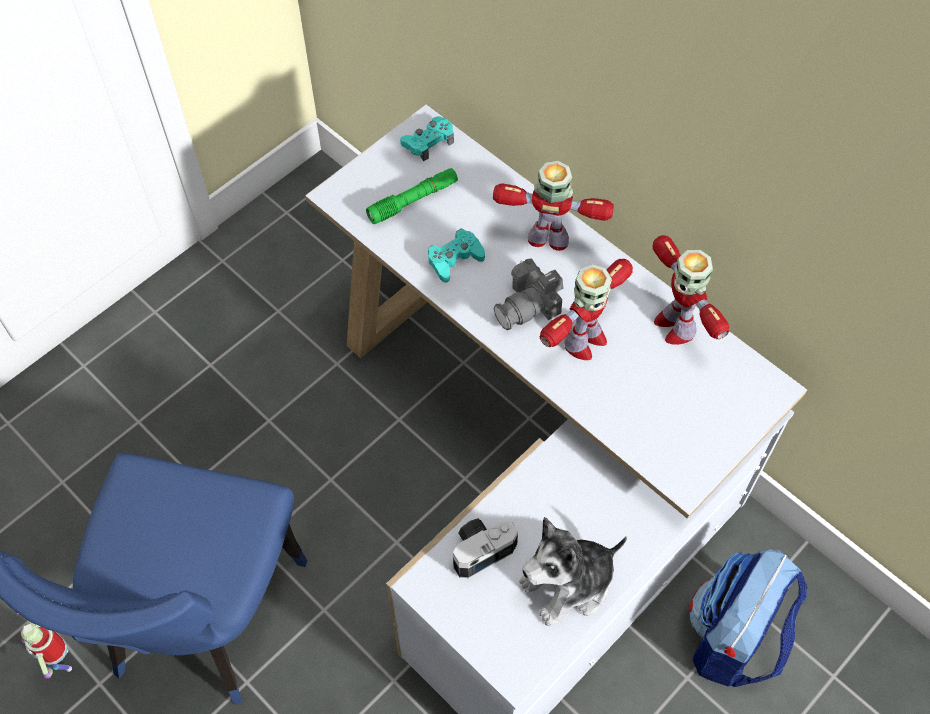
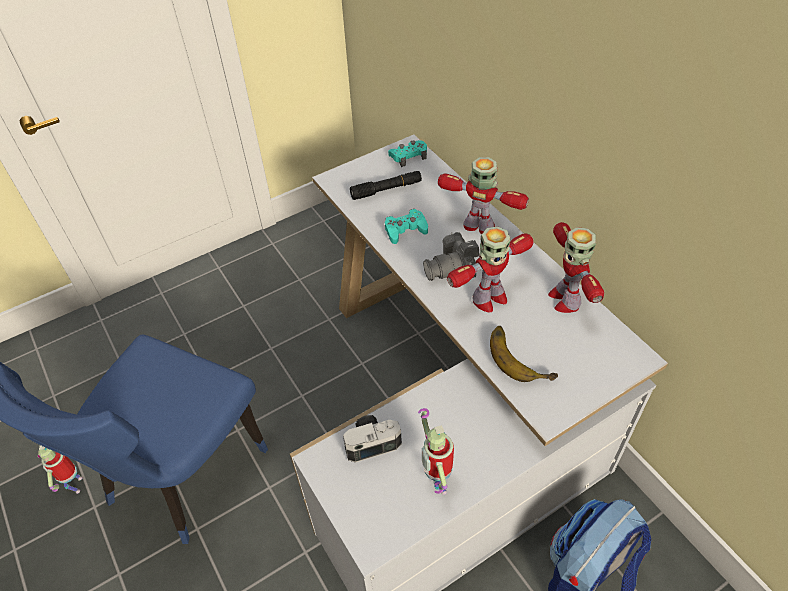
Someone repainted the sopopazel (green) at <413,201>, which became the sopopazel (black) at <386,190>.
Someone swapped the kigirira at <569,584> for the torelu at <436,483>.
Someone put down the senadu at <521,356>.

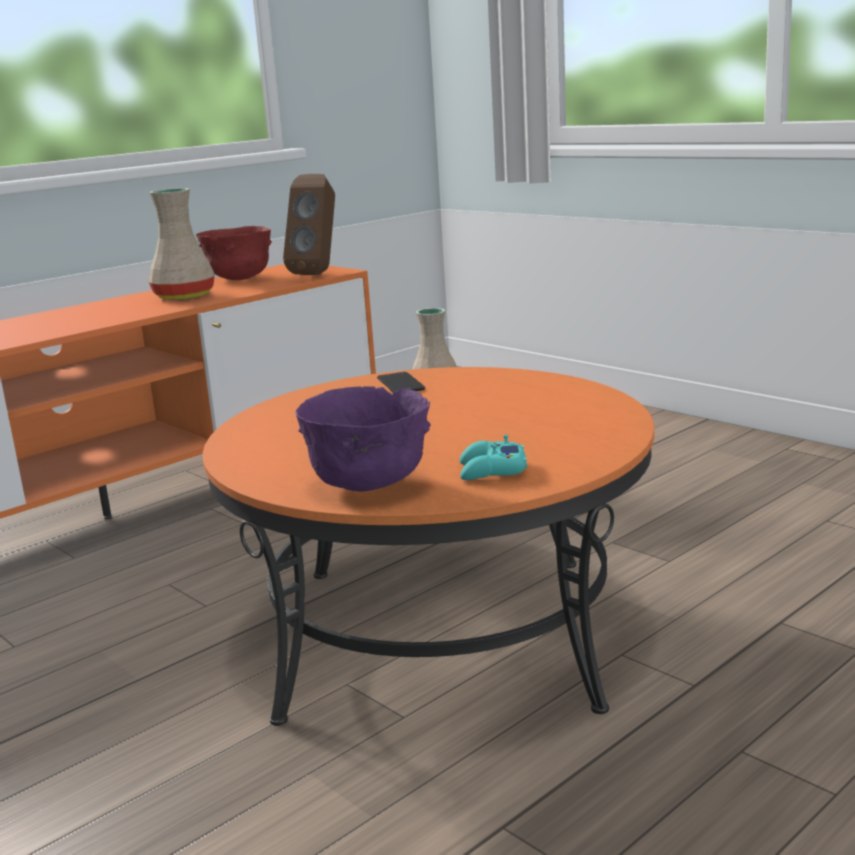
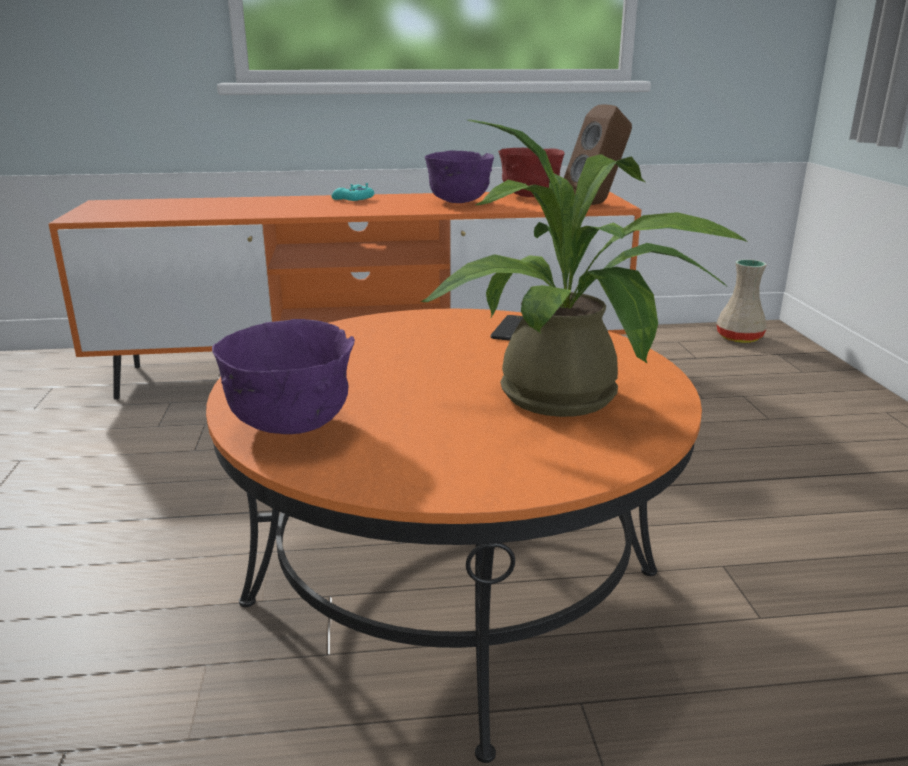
Someone swapped the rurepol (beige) at <182,296> for the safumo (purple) at <459,202>.
Someone carried the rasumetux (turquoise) from <491,470> to <353,199>.
Someone put down the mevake at <570,400>.

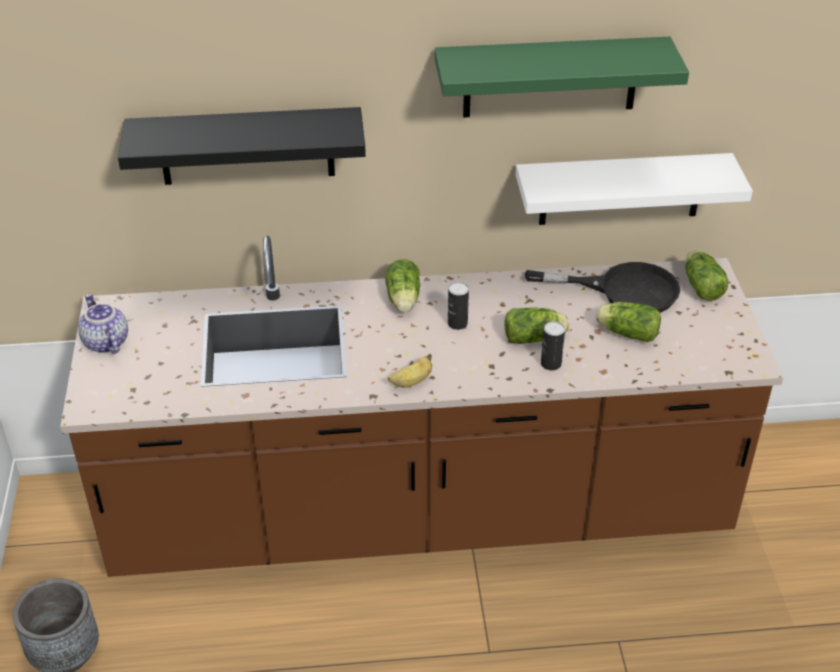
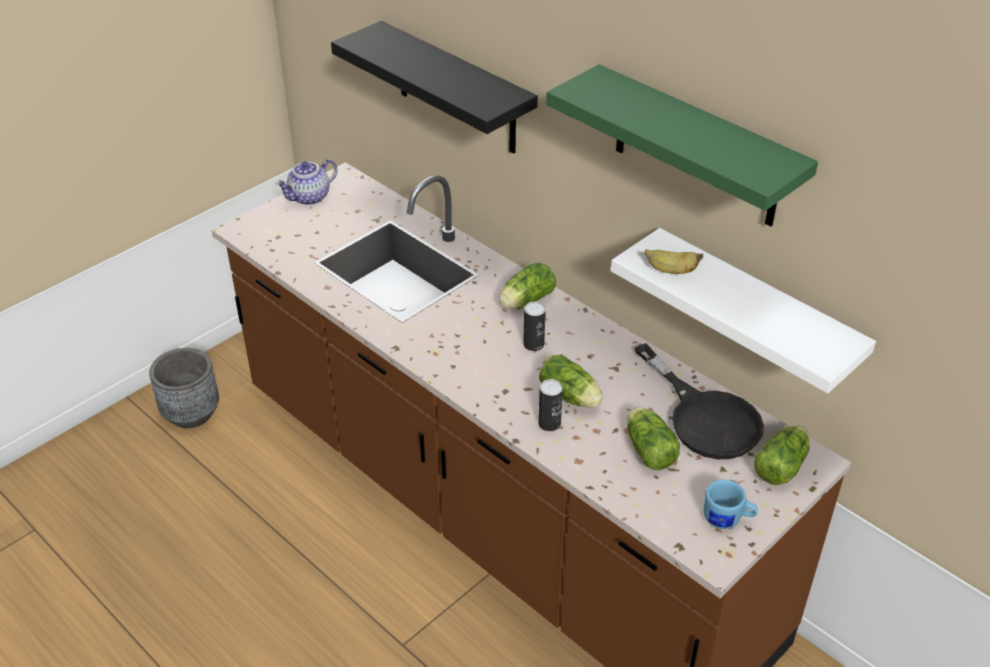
Someone rotated the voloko at <105,342> by 150 degrees counterclockwise.
Someone carried the senadu from <412,382> to <670,271>.
Someone put down the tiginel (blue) at <727,520>.

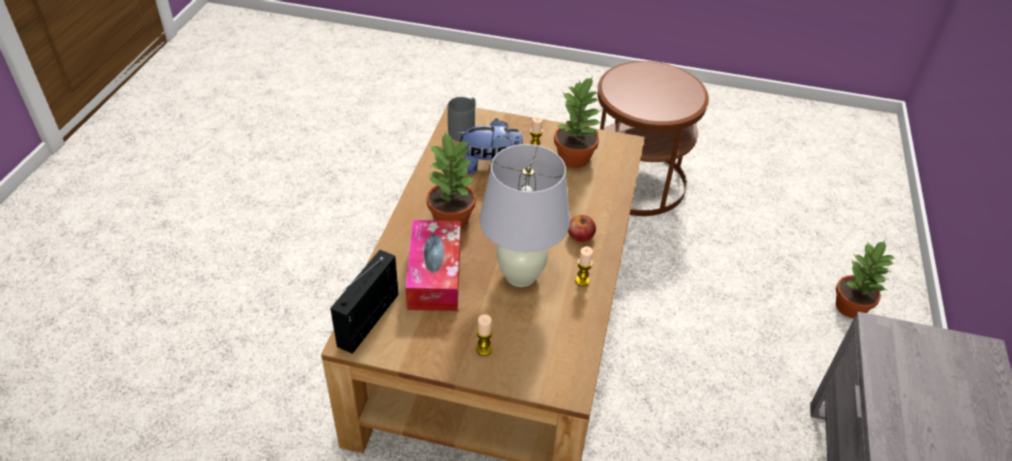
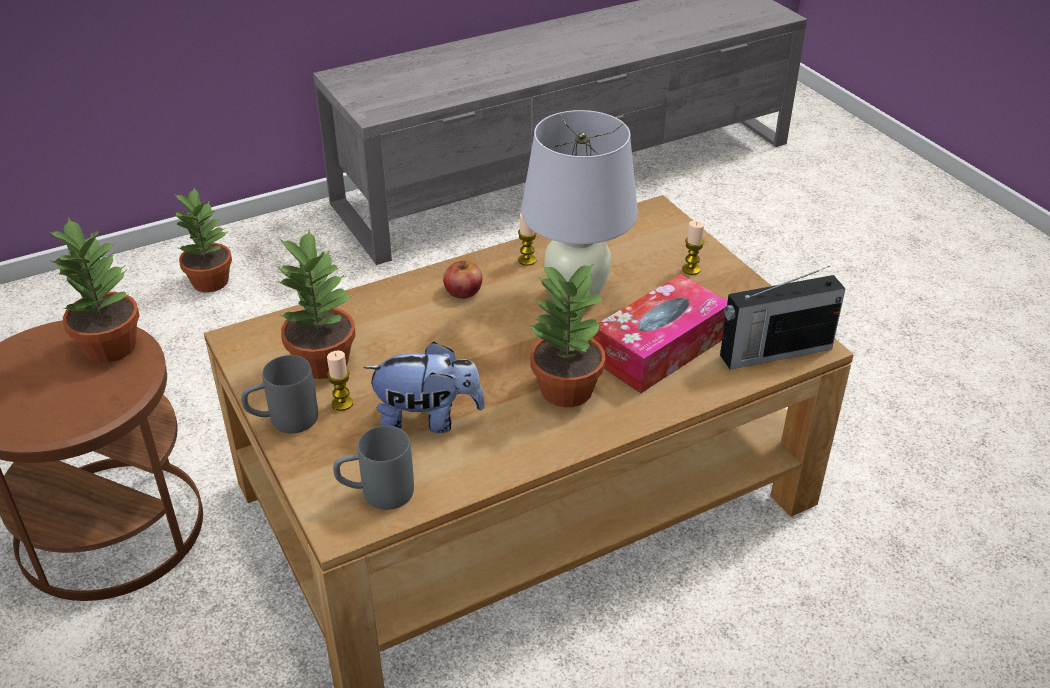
Someone rotated the kigirira at <490,165> by 135 degrees clockwise.
Someone put down the mevake at <109,346>.
Someone put down the tiginel (grey) at <283,421>.

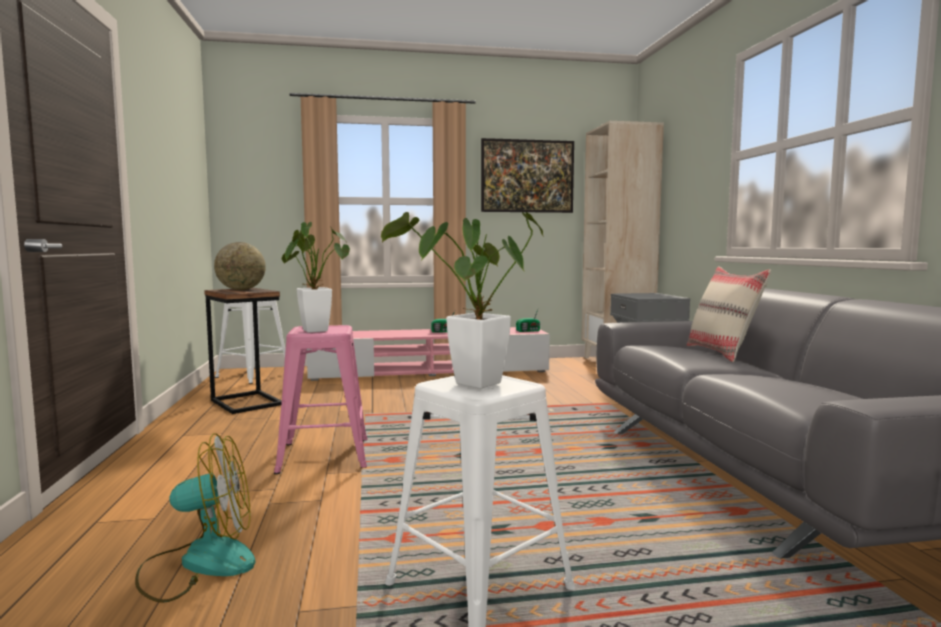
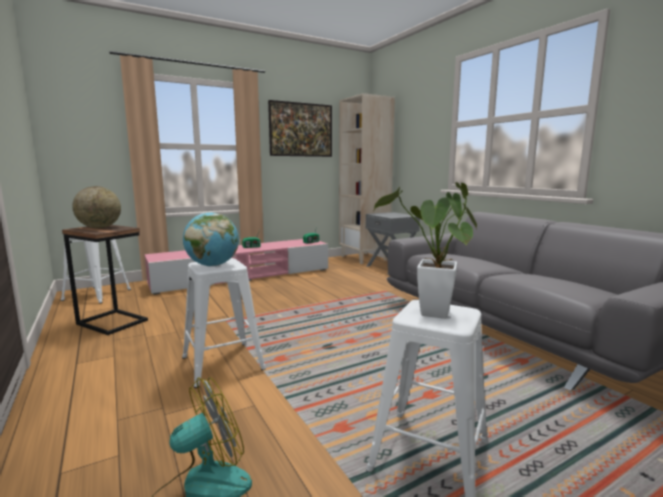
Someone swapped the mevake at <314,330> for the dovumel at <212,265>.
Someone took away the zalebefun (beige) at <722,353>.
Someone repainted the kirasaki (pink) at <325,455>, which became the kirasaki (white) at <224,363>.

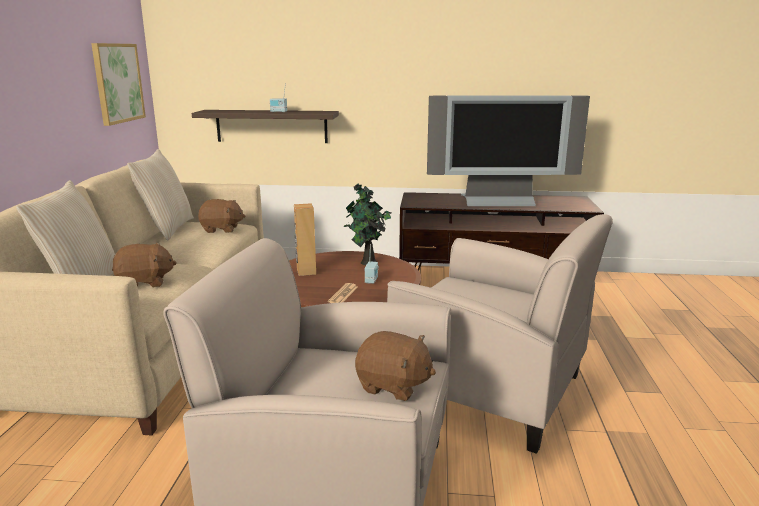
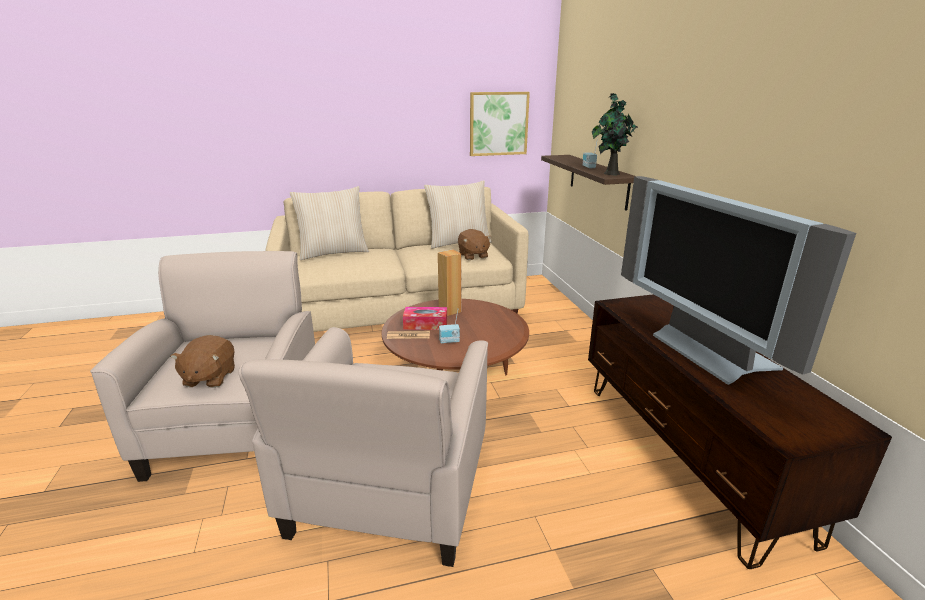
Someone carried the mevake from <367,263> to <610,173>.
Someone took away the kigirira (brown) at <145,283>.
Someone put down the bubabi at <425,324>.

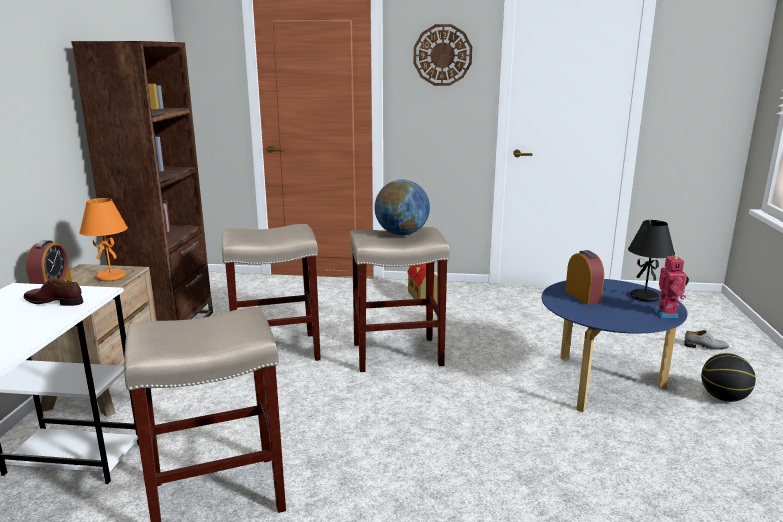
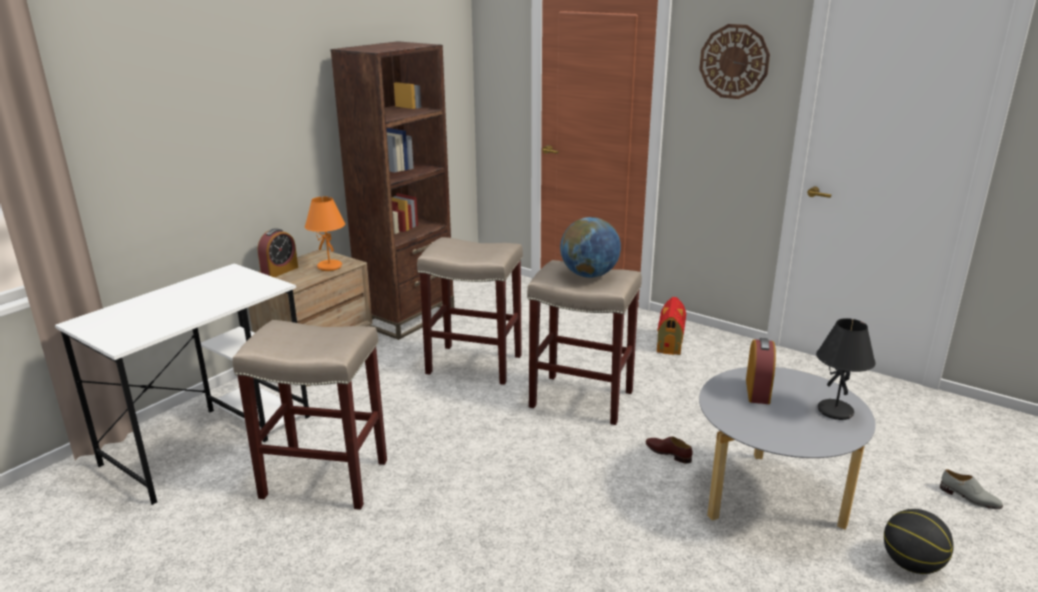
Someone took away the torelu at <668,314>.
Someone carried the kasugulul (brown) from <54,302> to <668,453>.
Someone repainted the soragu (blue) at <601,384>, which became the soragu (grey) at <770,498>.

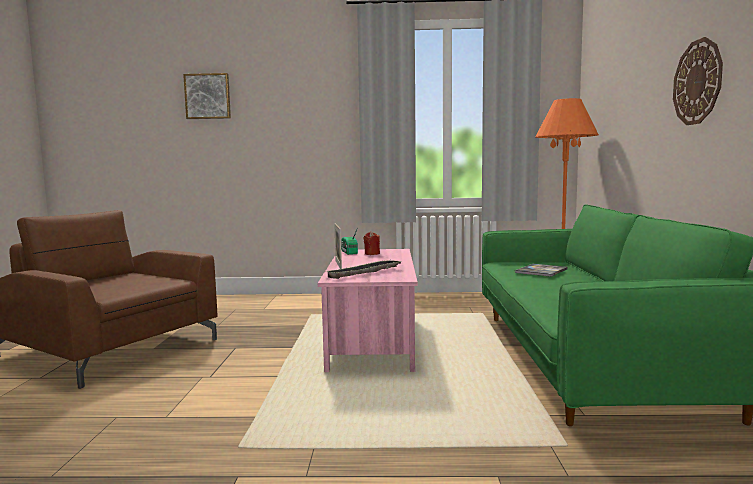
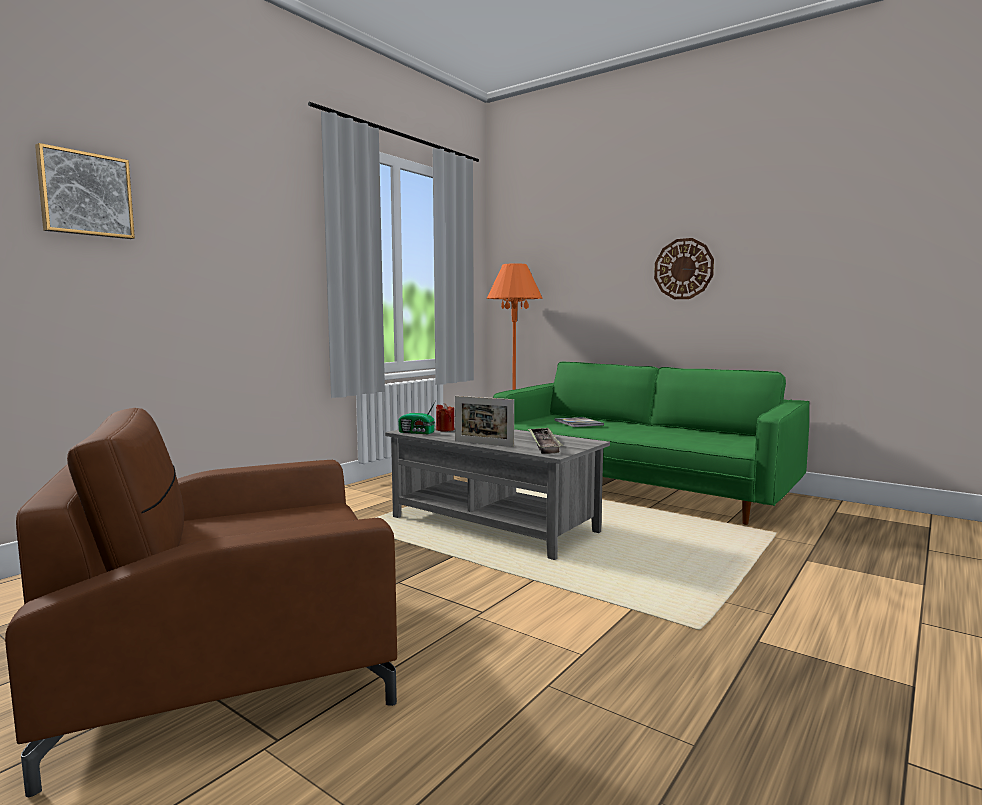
Someone repainted the soragu (pink) at <373,341>, which became the soragu (grey) at <493,525>.

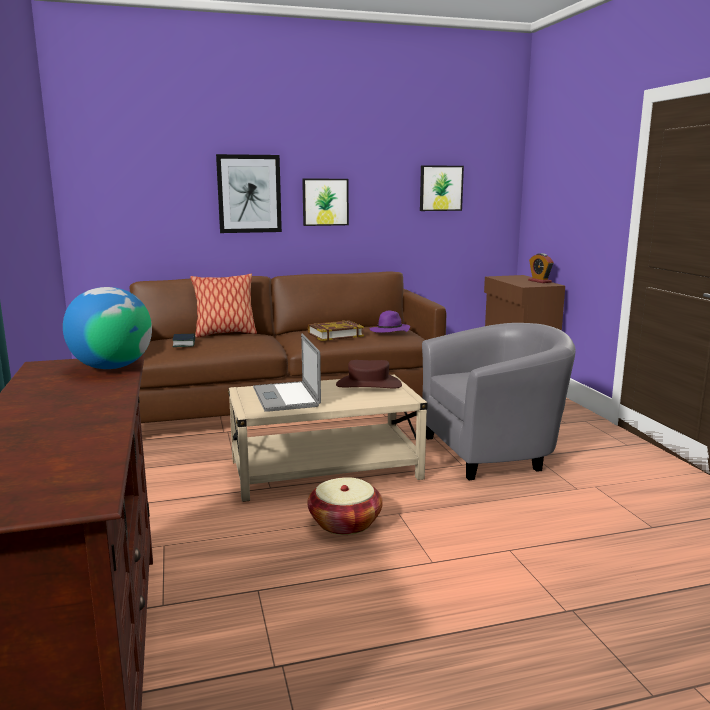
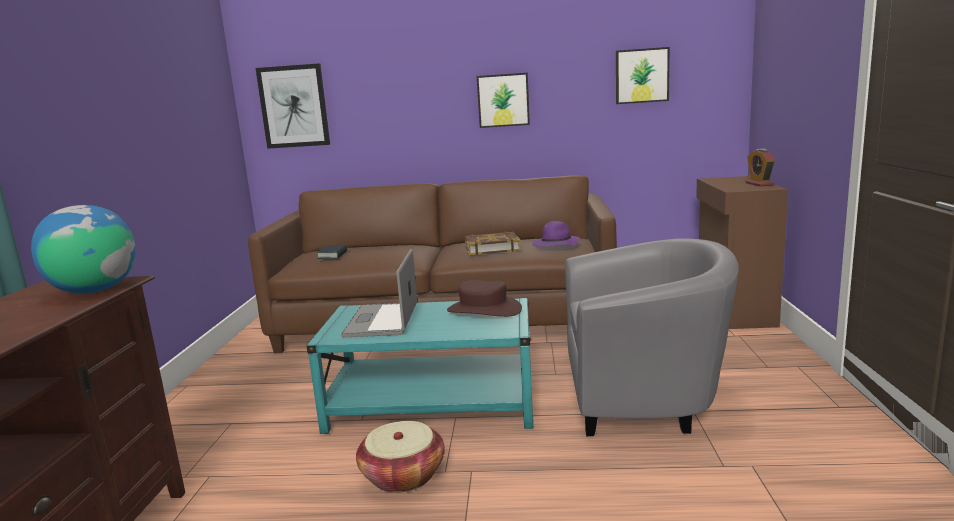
Someone carried the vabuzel from <249,194> to <294,106>.
Someone took away the zalebefun at <225,334>.
Someone repainted the soragu (beige) at <325,470>, which became the soragu (turquoise) at <433,404>.

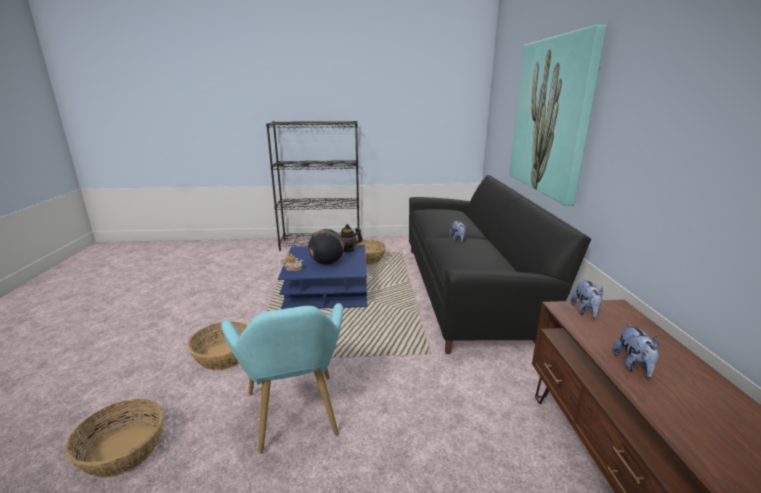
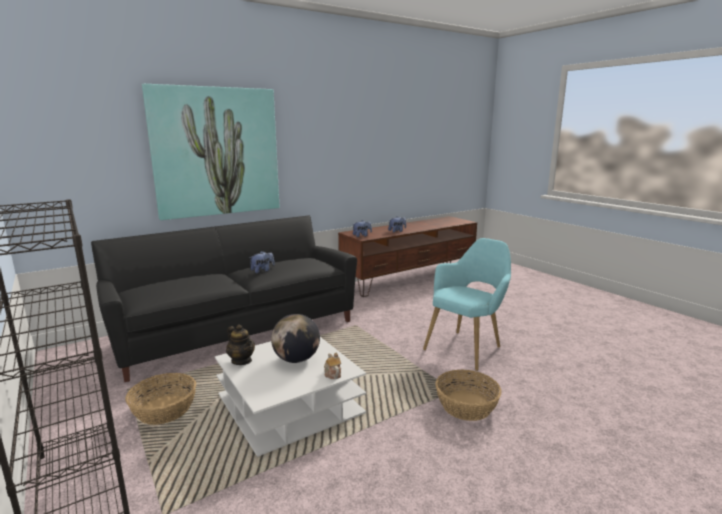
Someone repainted the soragu (blue) at <327,289>, which became the soragu (white) at <289,404>.
Someone took away the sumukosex at <123,451>.

